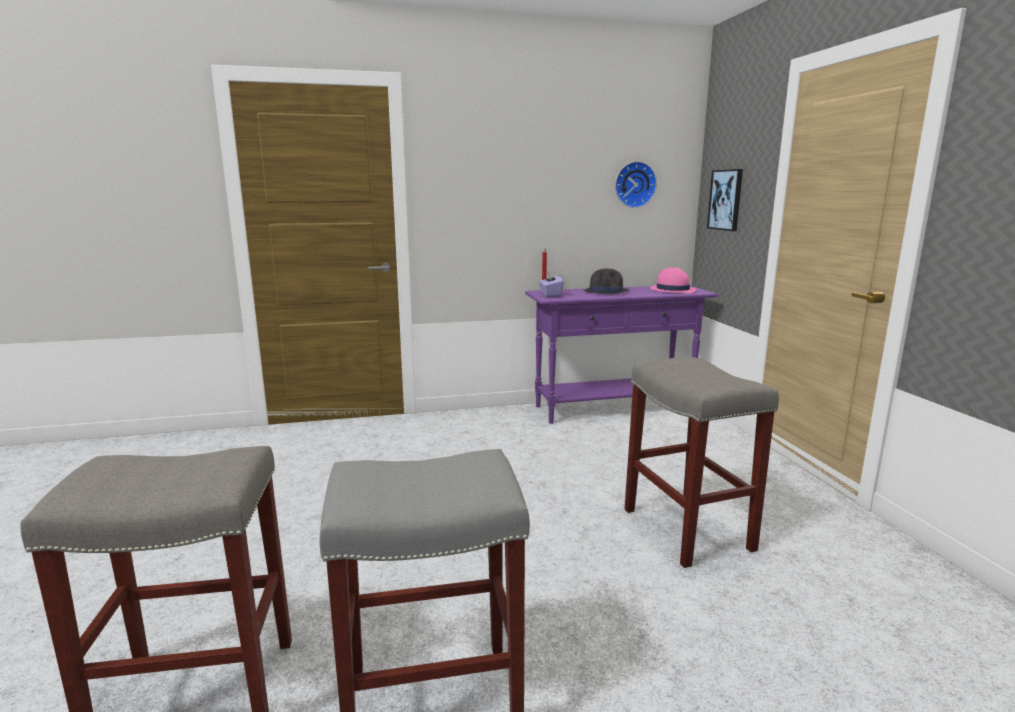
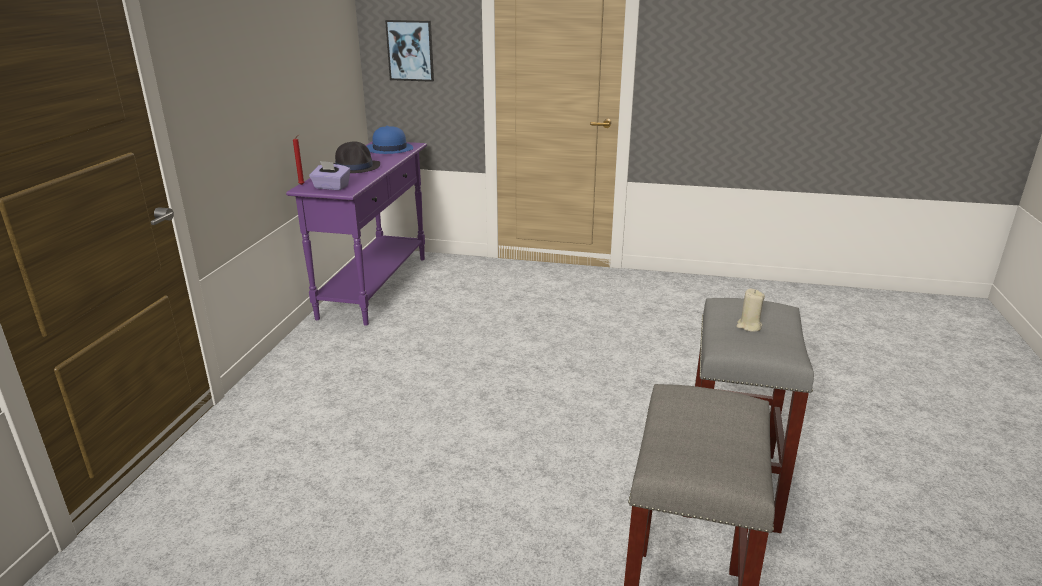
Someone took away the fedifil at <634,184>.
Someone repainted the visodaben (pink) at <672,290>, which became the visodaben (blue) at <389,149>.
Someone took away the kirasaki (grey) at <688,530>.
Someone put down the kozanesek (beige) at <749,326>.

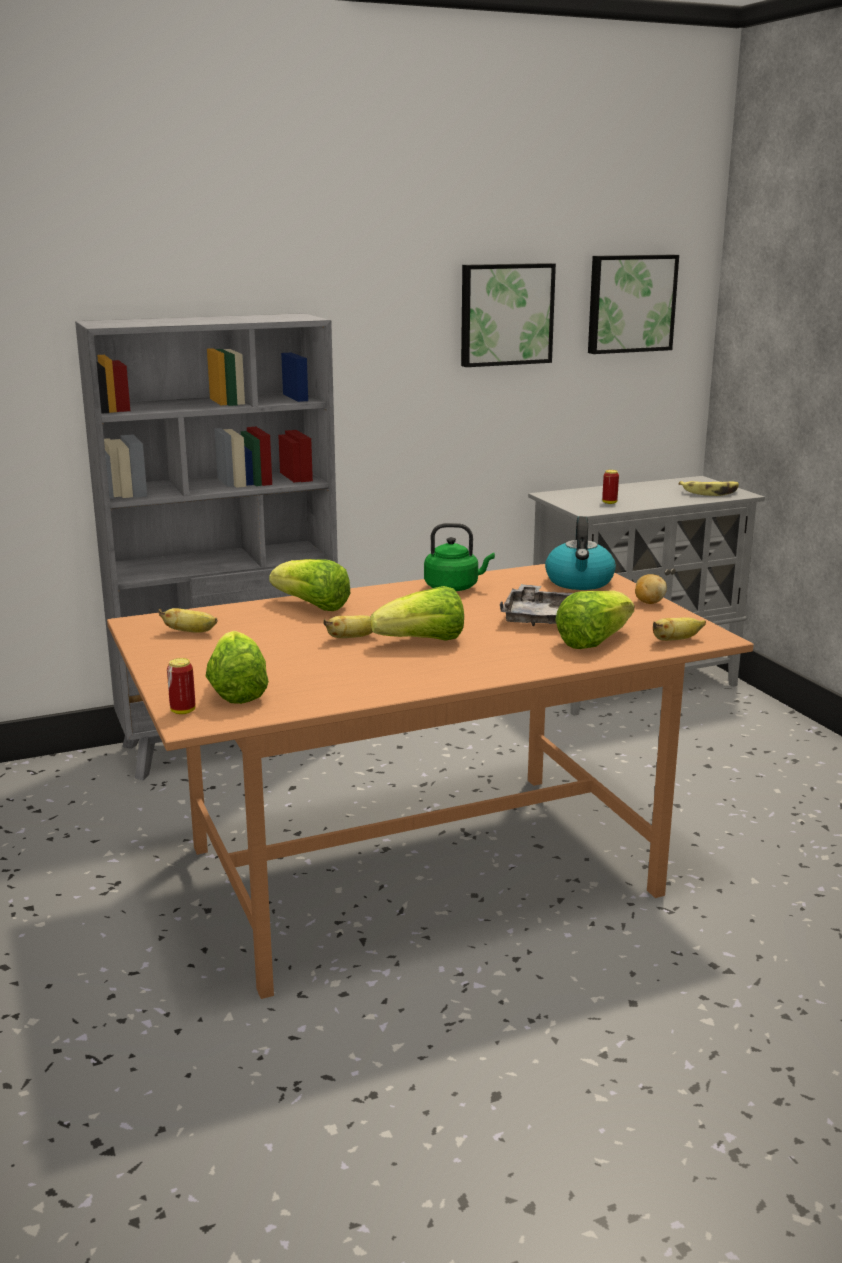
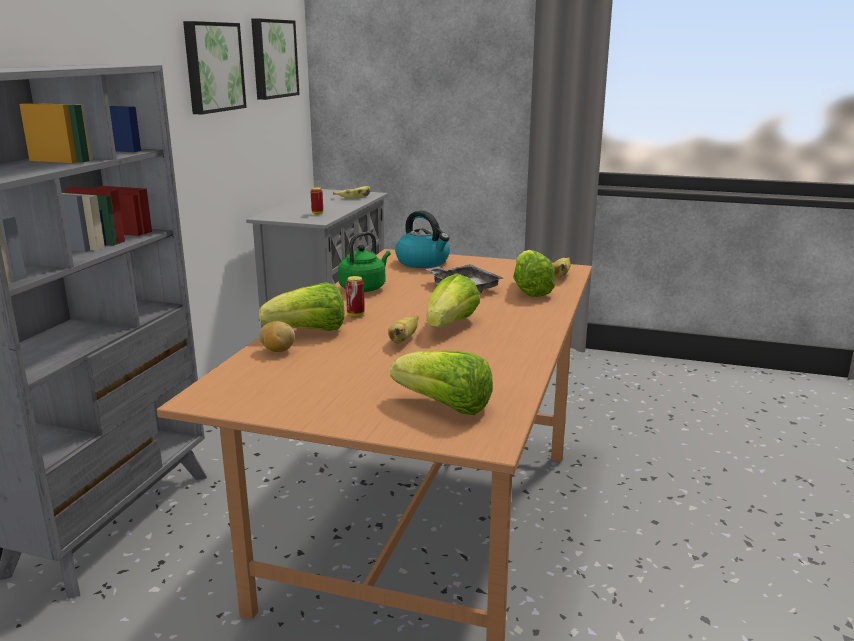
Someone carried the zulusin from <648,602> to <277,350>.
Someone took away the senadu at <191,632>.
Someone carried the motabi from <183,711> to <355,314>.

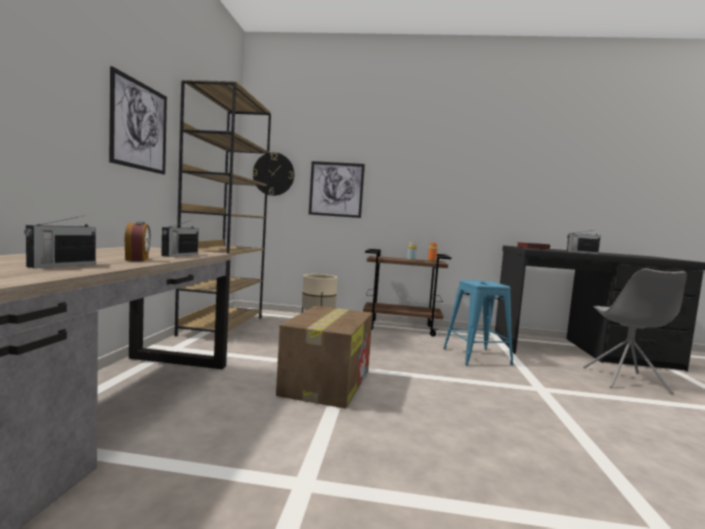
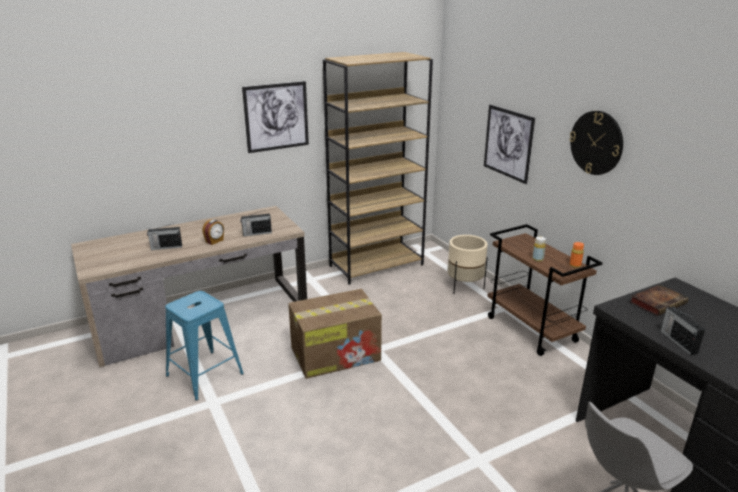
Someone carried the fedifil from <273,174> to <596,143>.
Someone carried the kirasaki (blue) from <476,356> to <205,374>.

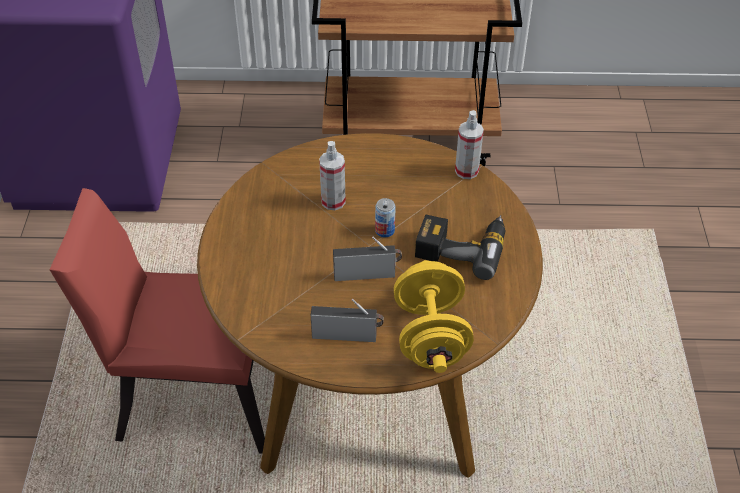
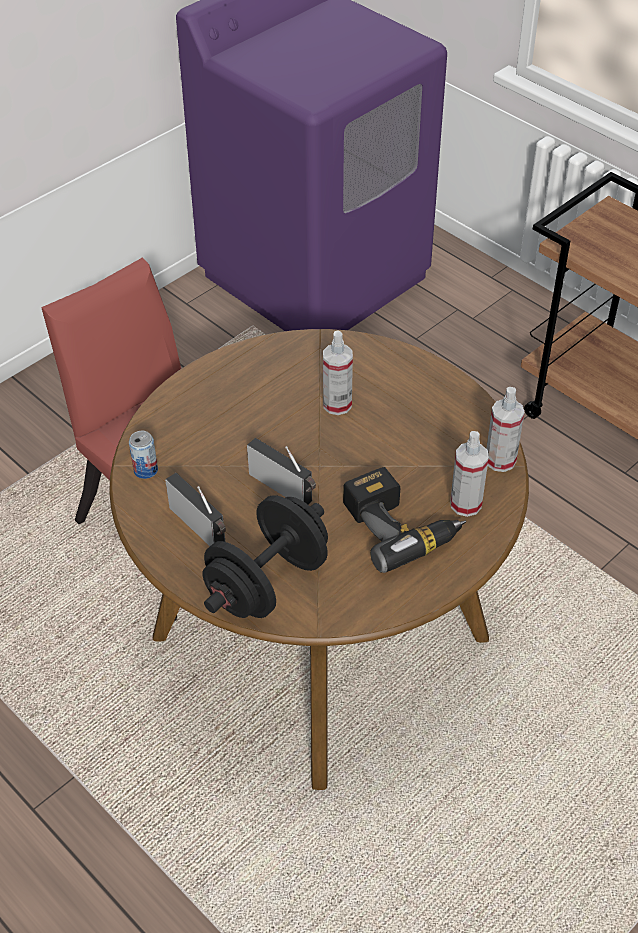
Someone carried the motabi from <384,230> to <145,470>.
Someone repainted the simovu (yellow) at <431,336>, which became the simovu (black) at <267,582>.
Someone put down the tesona at <465,504>.

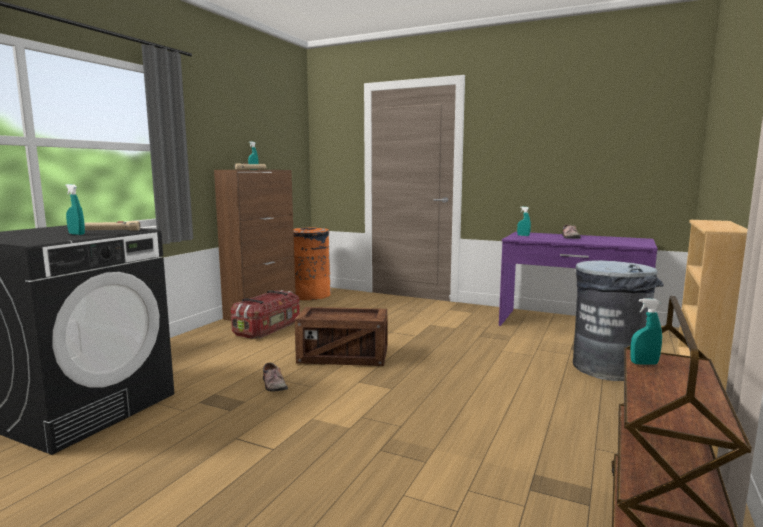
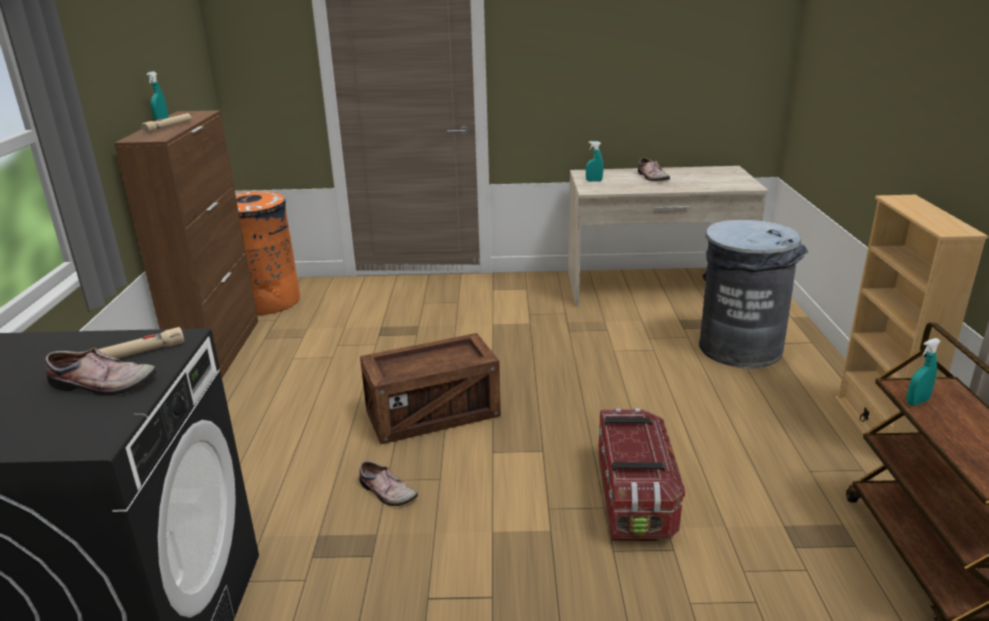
Someone swapped the tesona (turquoise) at <76,234> for the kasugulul at <102,385>.
Someone repainted the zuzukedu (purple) at <571,325>, which became the zuzukedu (beige) at <655,288>.
Someone carried the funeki from <268,328> to <634,497>.

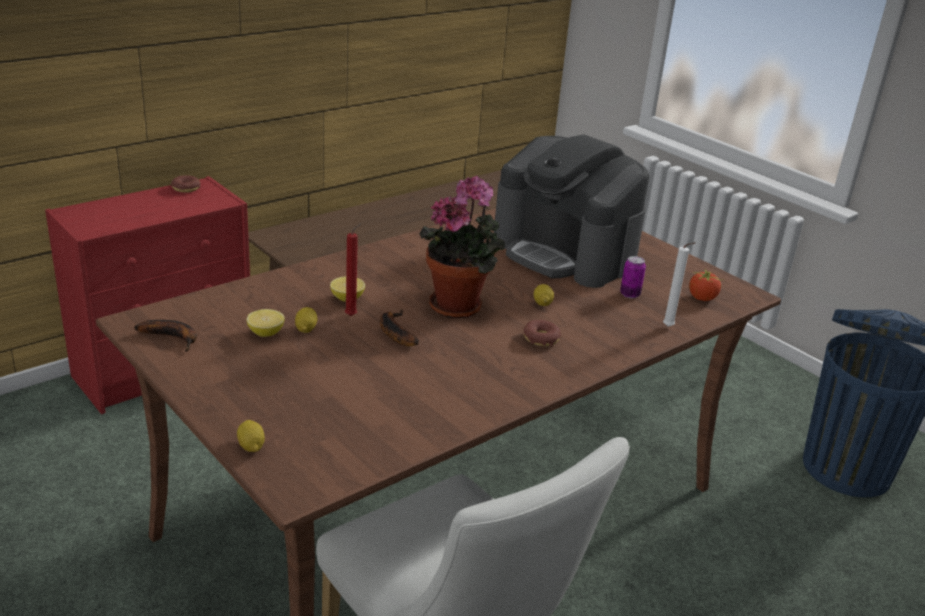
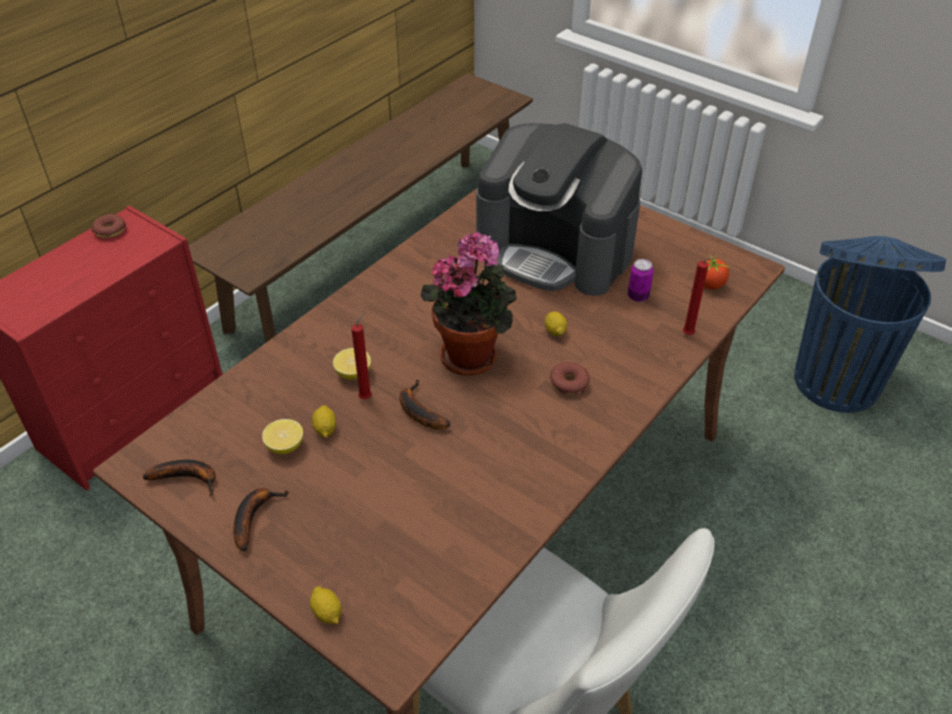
Someone repainted the kozanesek (white) at <669,327>, which became the kozanesek (red) at <690,335>.
Someone put down the senadu at <254,517>.

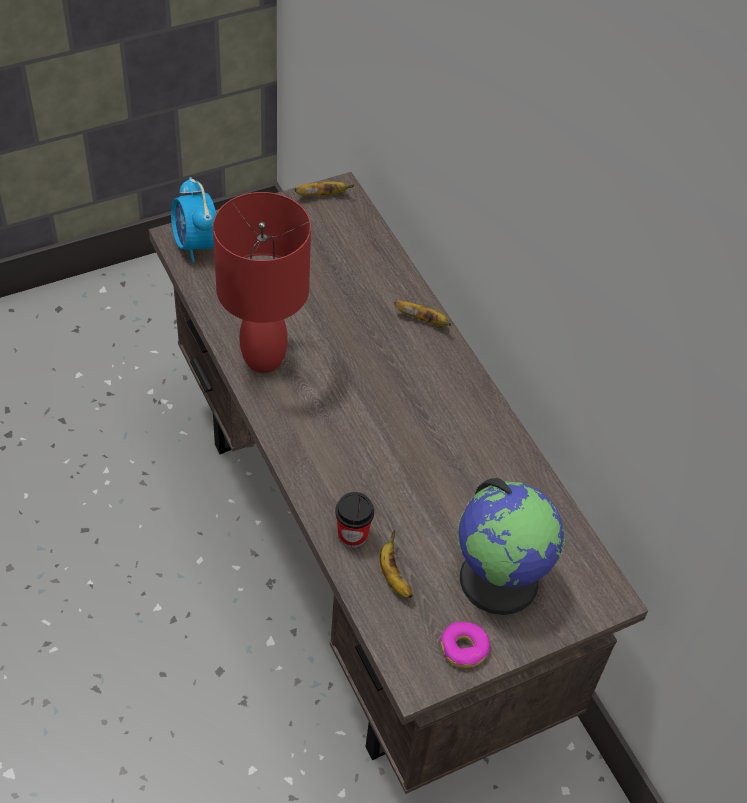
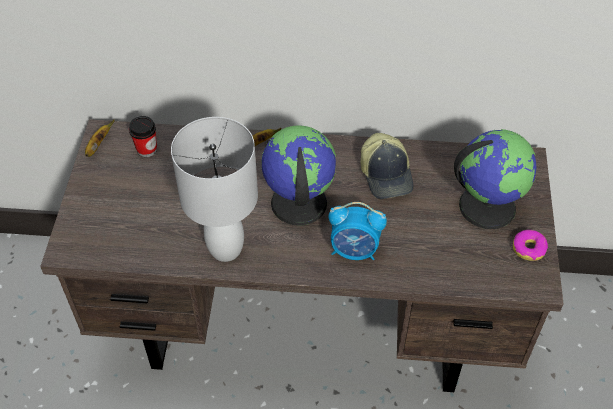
Someone carried the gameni from <195,244> to <354,250>.
Someone repainted the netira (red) at <264,357>, which became the netira (white) at <224,248>.
Someone carried the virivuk from <352,535> to <147,149>.
Someone took away the senadu at <393,575>.
Someone put down the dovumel at <297,203>.
Someone put down the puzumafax at <387,174>.

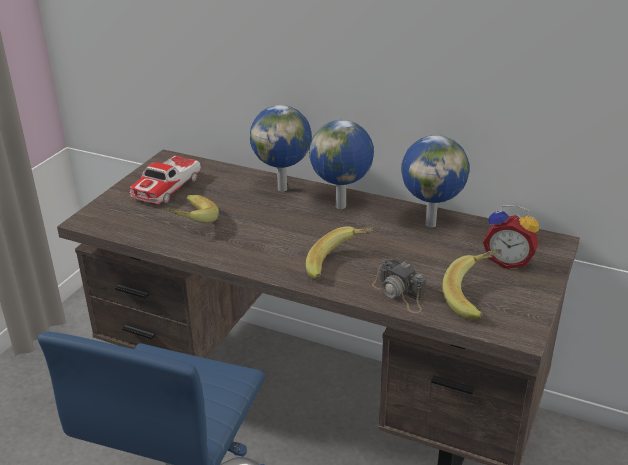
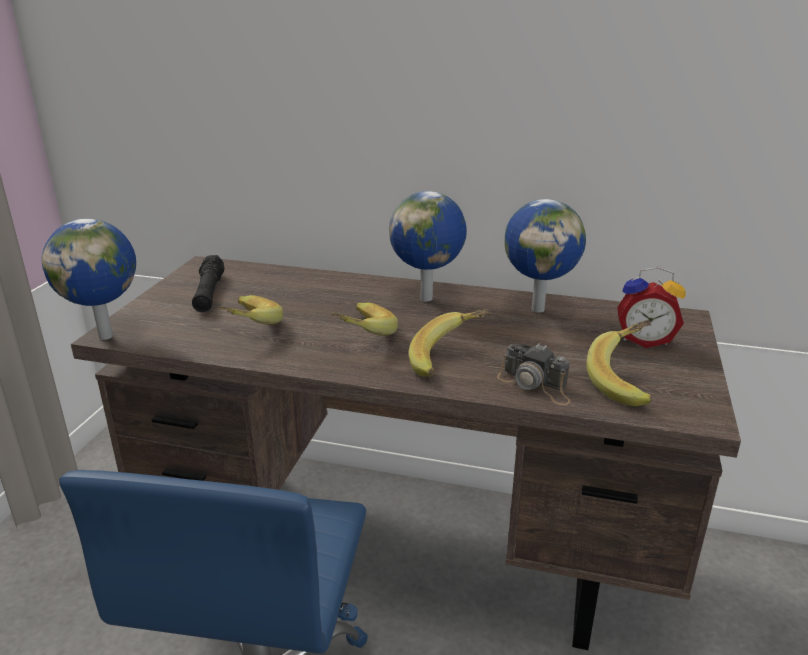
Someone carried the dovumel from <283,188> to <107,335>.
Someone swapped the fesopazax at <167,187> for the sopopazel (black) at <209,293>.
Someone put down the senadu at <359,335>.

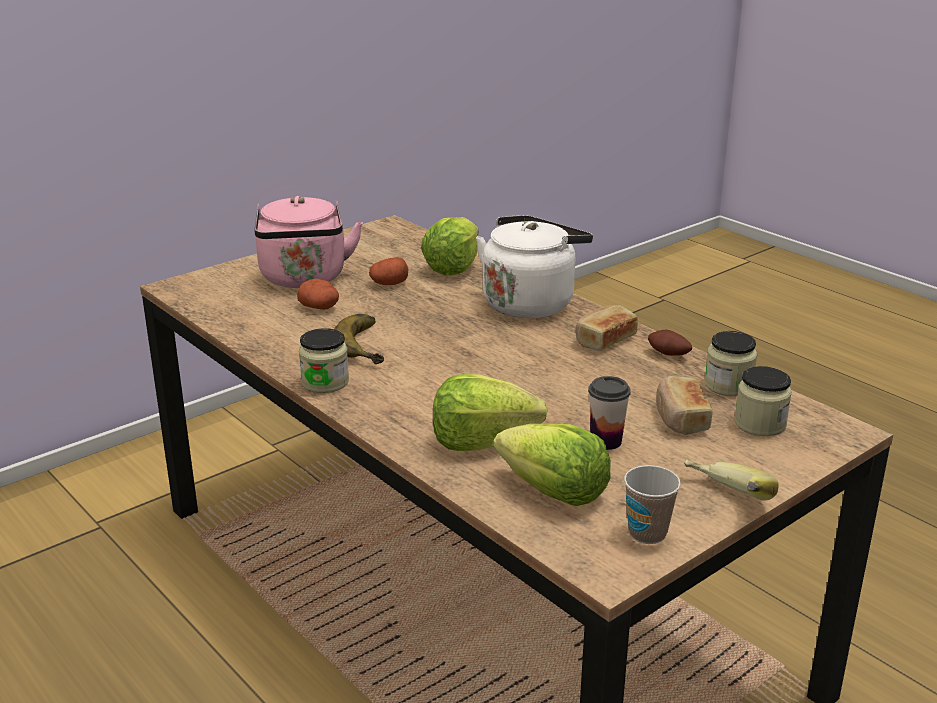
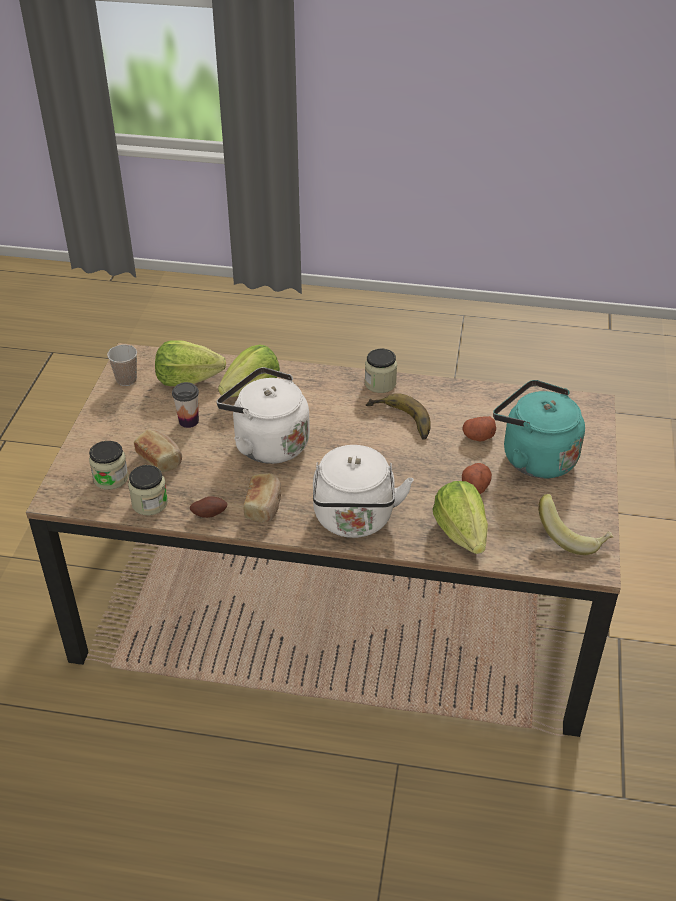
Someone repainted the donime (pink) at <304,279>, which became the donime (turquoise) at <534,457>.
Someone carried the senadu from <724,502> to <572,536>.
Someone put down the donime (white) at <267,443>.

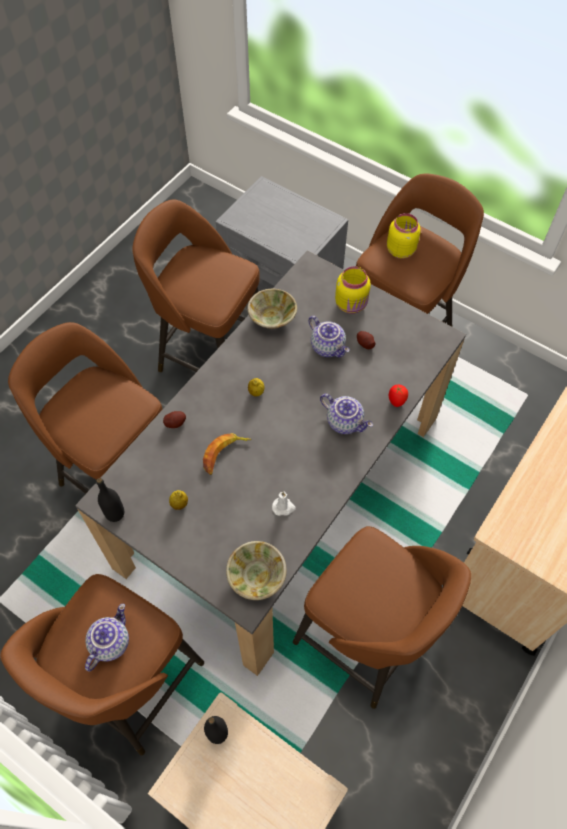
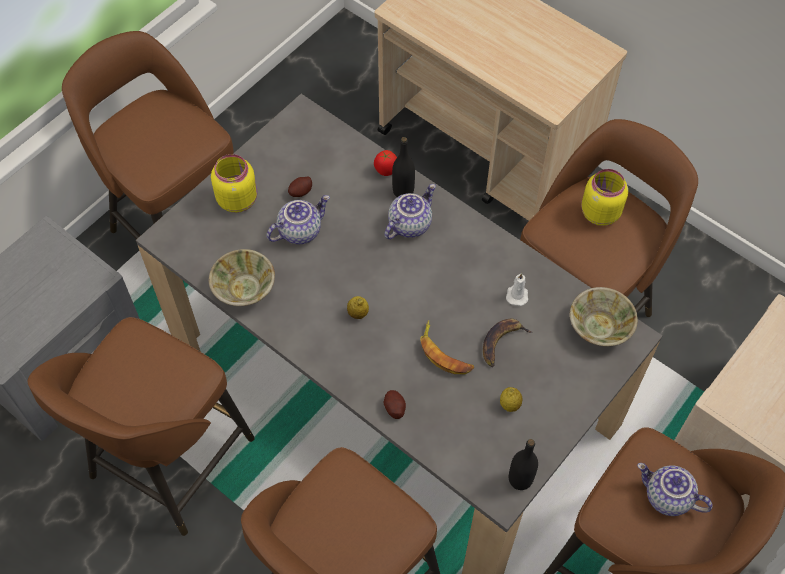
Someone carried the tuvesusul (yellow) from <401,250> to <598,212>.
Someone carried the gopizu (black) from <217,733> to <403,191>.
Someone put down the senadu at <502,342>.

